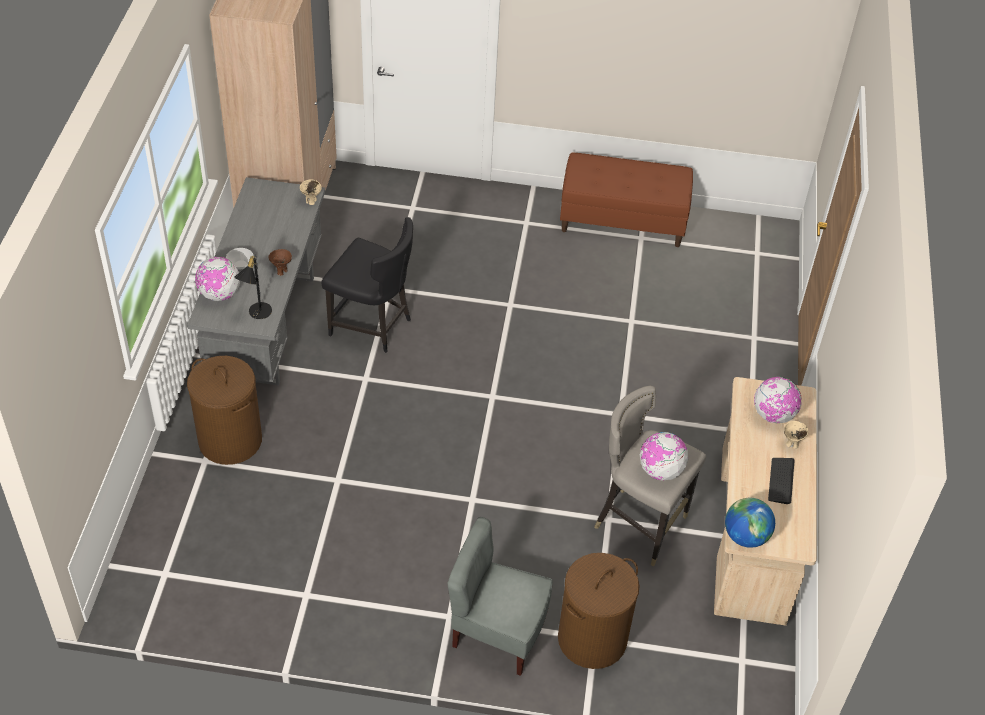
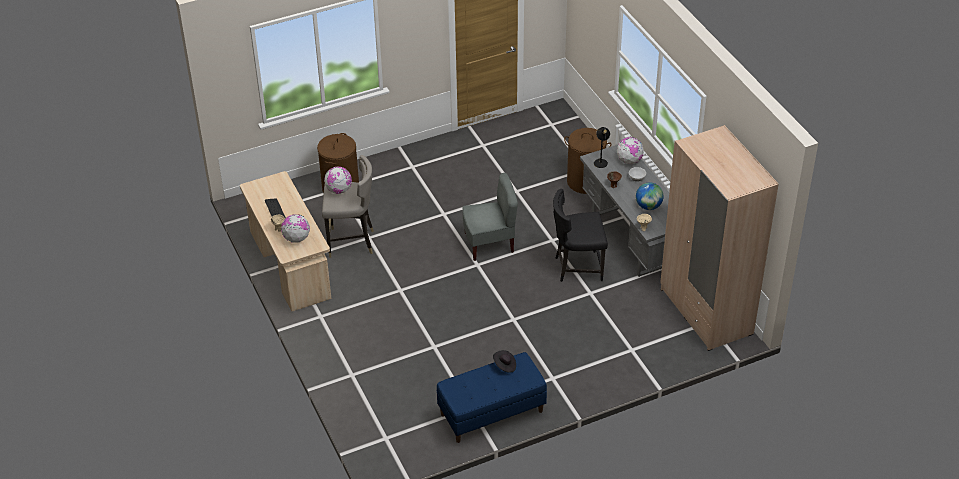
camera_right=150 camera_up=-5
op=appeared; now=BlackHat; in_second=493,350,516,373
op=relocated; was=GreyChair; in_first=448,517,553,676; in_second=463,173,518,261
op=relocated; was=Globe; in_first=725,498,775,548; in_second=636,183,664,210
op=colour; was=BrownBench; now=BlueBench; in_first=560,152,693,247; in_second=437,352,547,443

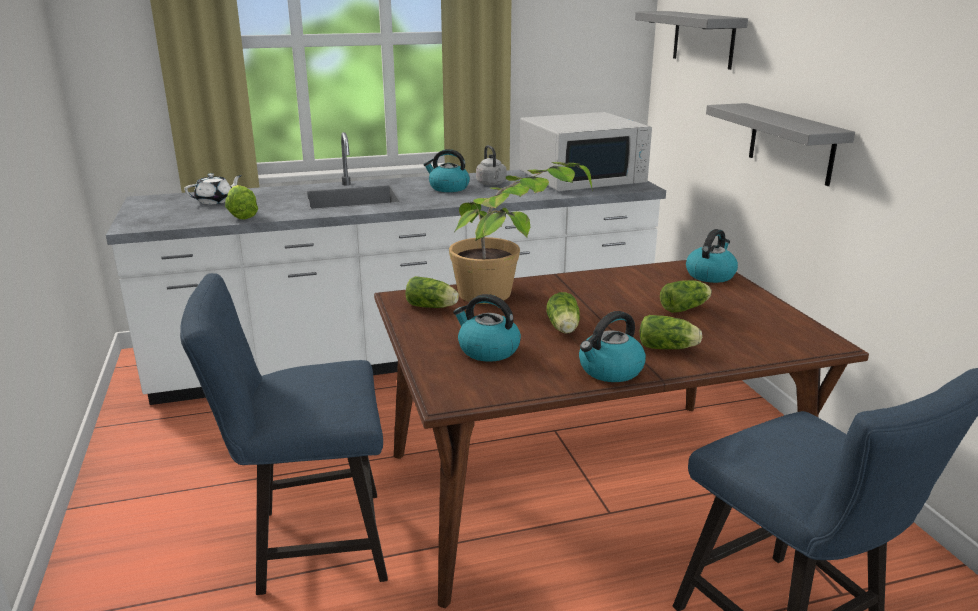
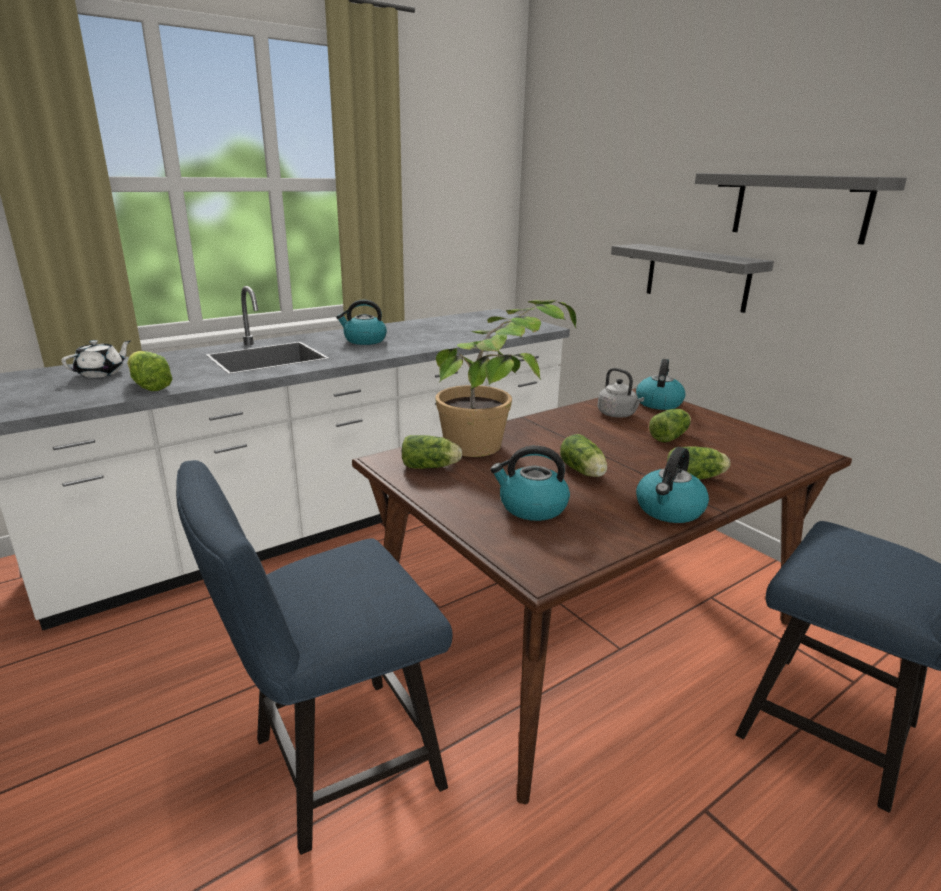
camera_right=-20 camera_up=0
op=missing; was=WhiteMicrowave; in_first=519,112,652,191
op=relocated; was=GreyKettle; in_first=476,145,507,186; in_second=597,368,644,418
op=relocated; was=GreyShelf; in_first=635,11,748,70; in_second=695,173,907,245

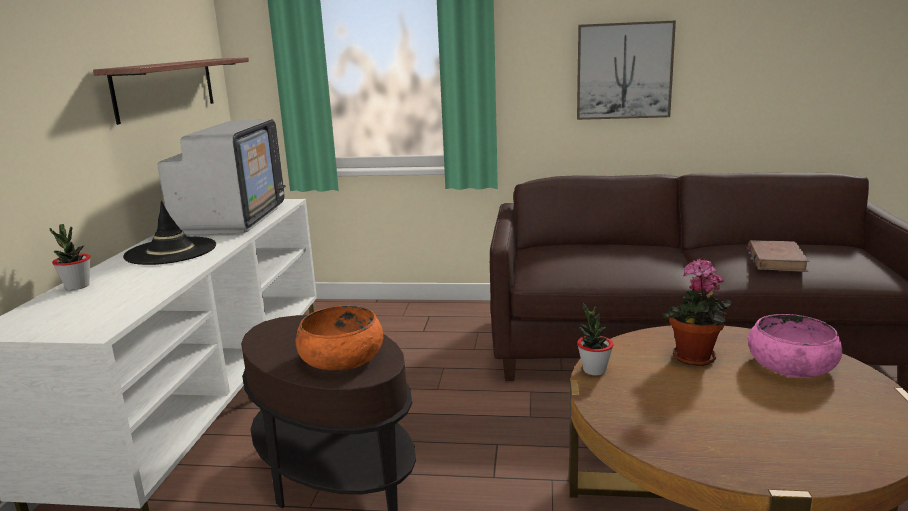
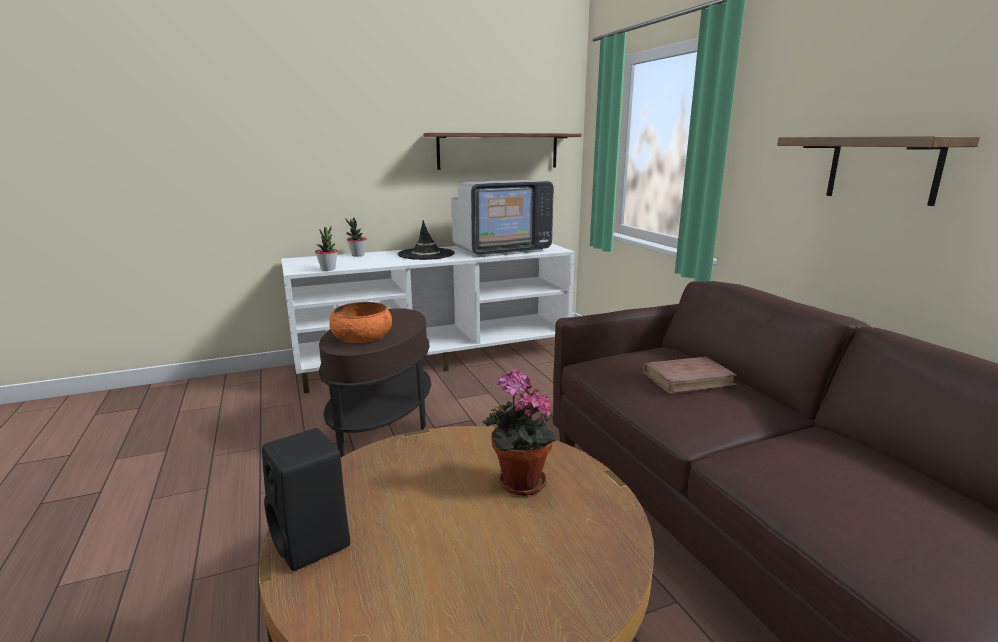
camera_right=60 camera_up=0
op=missing; was=PinkBowl; in_first=748,314,842,377
op=appeared; now=BlackSpeaker; in_second=262,428,350,571
op=relocated; was=PottedPlant; in_first=577,303,614,376; in_second=315,226,338,271
op=relocated; was=BrownBook; in_first=748,240,810,272; in_second=643,357,737,394
op=exchanged; was=Picture; now=Shelf; in_first=577,20,676,120; in_second=777,136,980,206

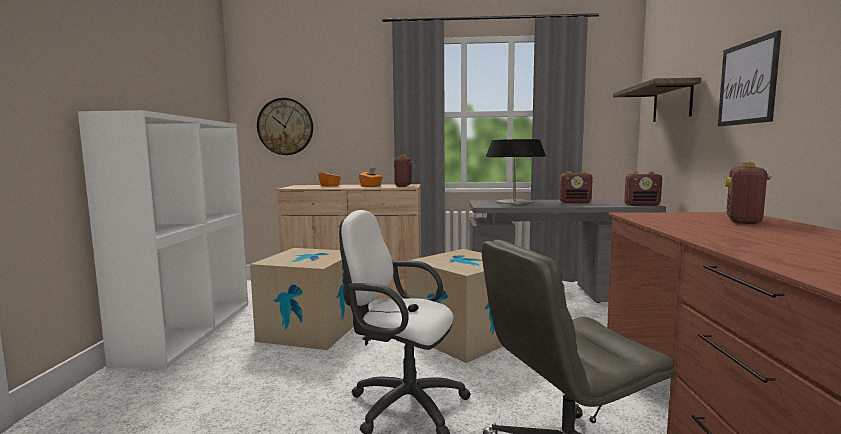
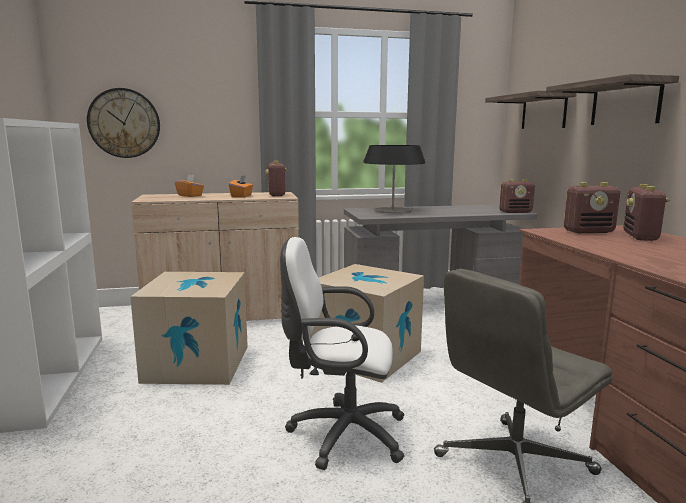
camera_right=-15 camera_up=5
op=relocated; was=Radio; in_first=559,171,593,203; in_second=564,182,620,233
op=exchanged; was=Picture; now=Shelf; in_first=718,30,781,127; in_second=546,74,679,125

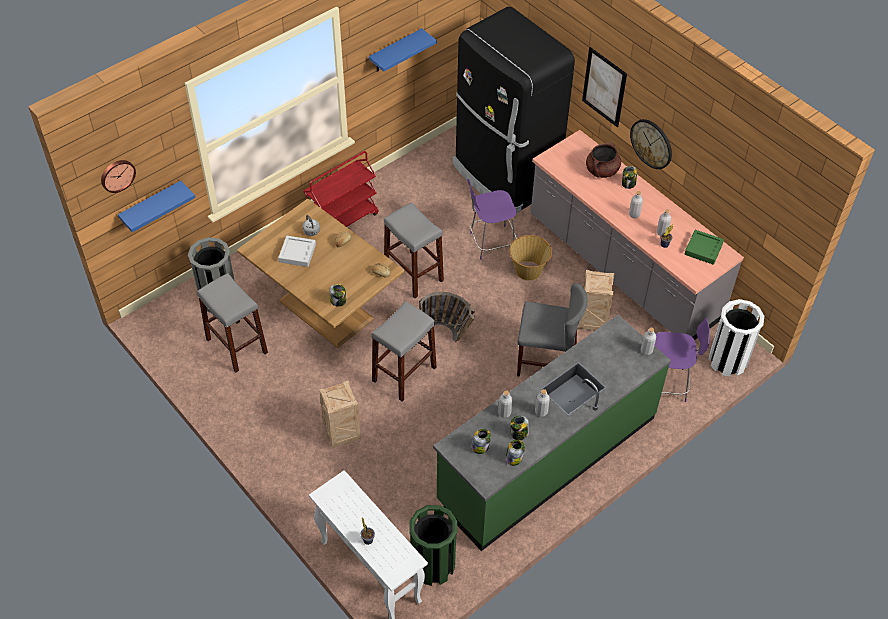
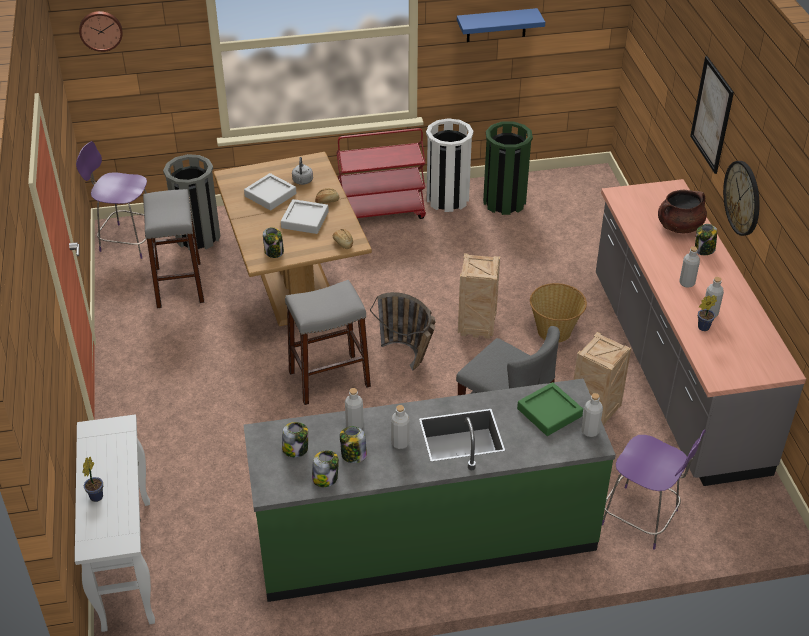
camera_right=30 camera_up=-10
op=missing; was=BlueShelf; in_first=118,181,195,232
op=missing; was=GreyStool; in_first=384,202,444,298
op=missing; was=BlackFridge; in_first=452,7,575,214
op=appeared; now=GreyTray; in_second=281,199,329,234
op=relocated; was=Crate; in_first=319,380,361,448; in_second=458,253,500,339
op=relocated; was=GreenTrashCan; in_first=409,505,457,586; in_second=483,122,533,215
op=relocated; was=PurpleChair; in_first=467,179,517,260; in_second=76,141,147,259
op=relocated; was=GreenTray; in_first=685,230,724,265; in_second=517,382,583,436
op=relocated; was=WhiteTrashCan; in_first=709,299,764,377; in_second=426,118,473,212

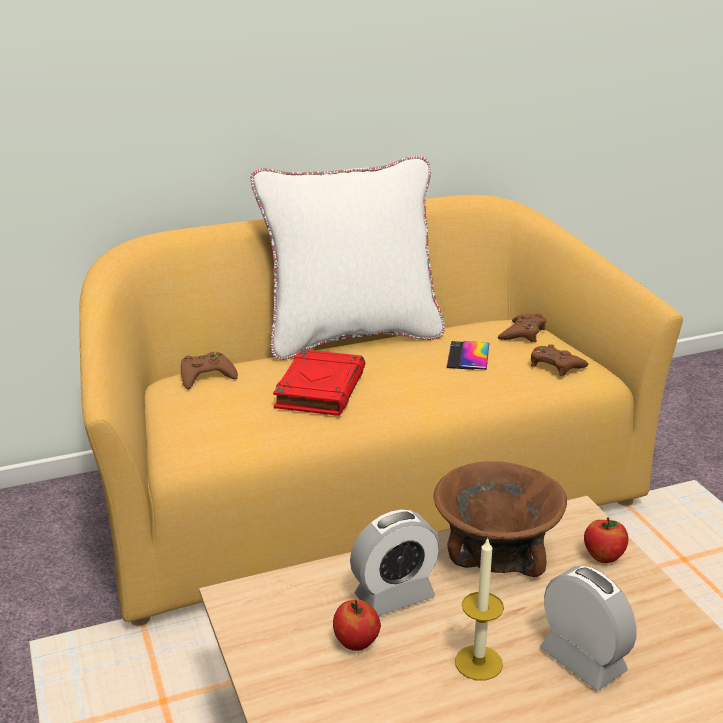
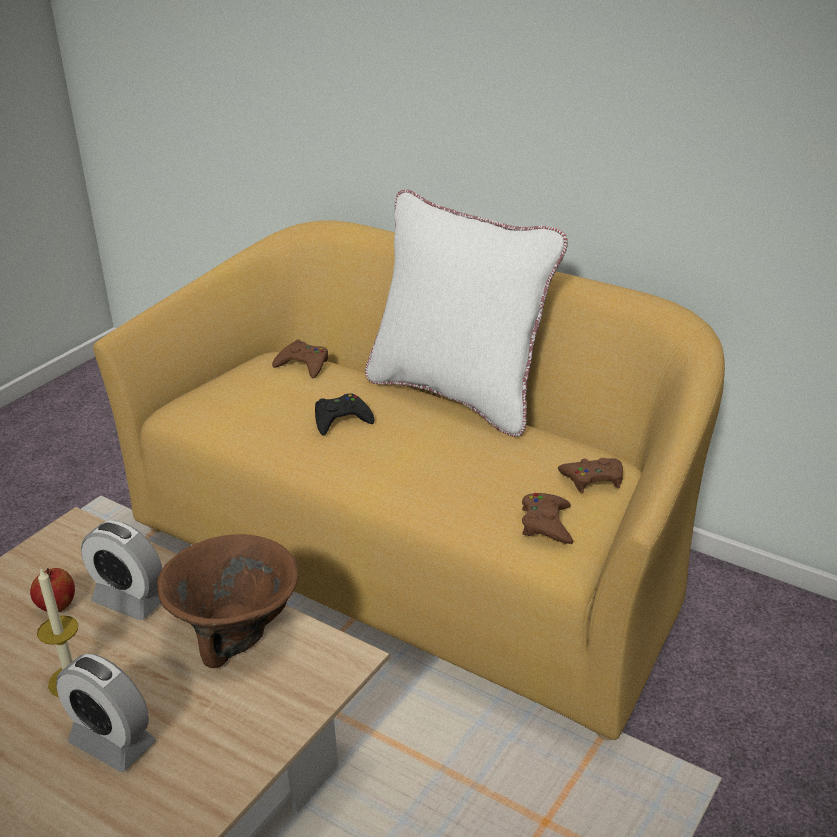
camera_right=55 camera_up=5
op=missing; was=Phone; in_first=447,341,489,370
op=missing; was=Apple; in_first=584,517,628,563
op=exchanged; was=RedBook; now=BlackGameController; in_first=273,349,365,416; in_second=315,393,374,436
op=spun; was=AlarmClock; in_first=540,566,637,690; in_second=56,654,156,772; clockwise=105

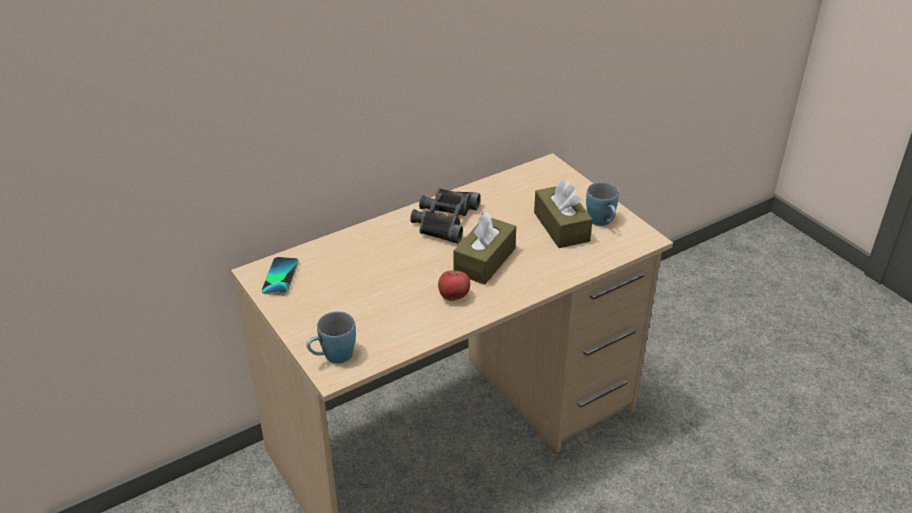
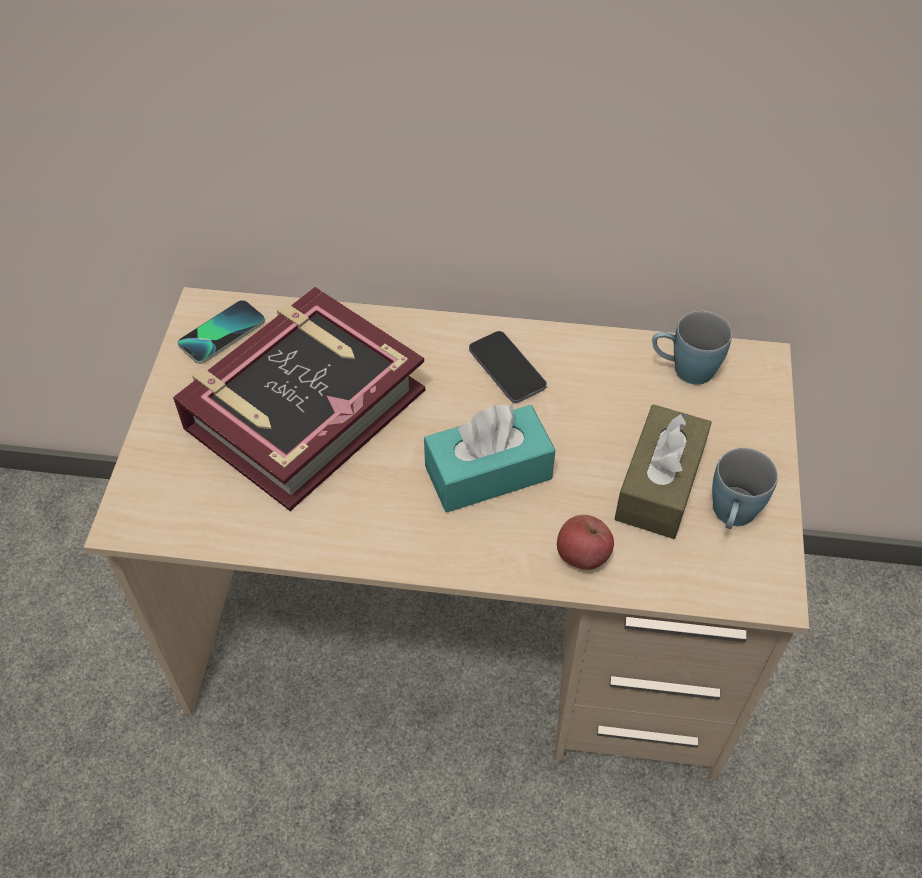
camera_right=40 camera_up=15
op=appeared; now=Book; in_second=173,287,425,511
op=relocated; was=BlueMug; in_first=306,311,356,363; in_second=652,311,732,385
op=relocated; was=Apple; in_first=438,270,470,301; in_second=557,515,614,570
op=exchanged; was=BlackBinoculars; now=Phone; in_first=410,188,481,244; in_second=469,331,547,403
op=colour; was=BrownTissueBox; now=TurquoiseTissueBox; in_first=453,212,516,285; in_second=424,403,555,512

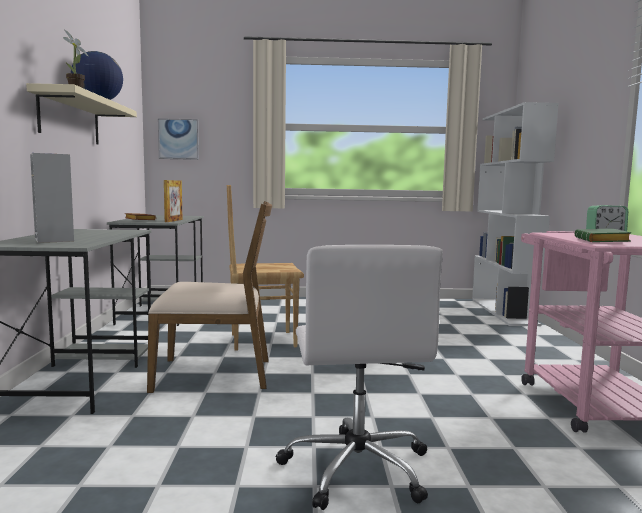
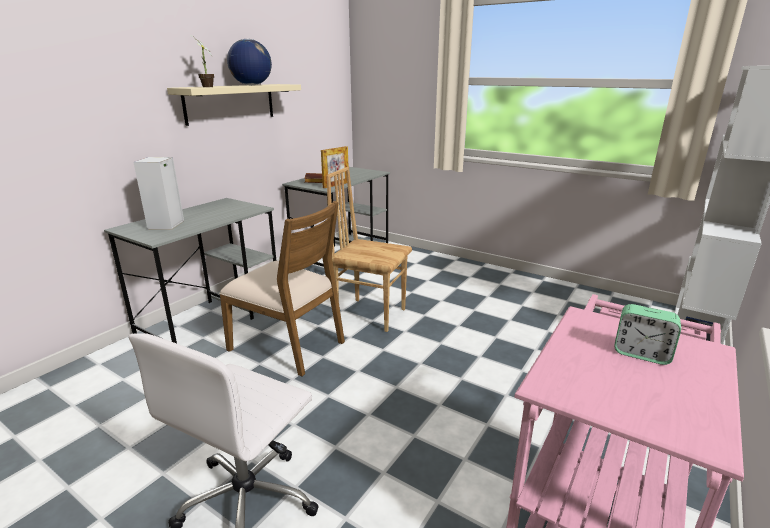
camera_right=35 camera_up=15
op=missing; was=Picture; in_first=158,118,199,160
op=missing; was=GreenBook; in_first=575,229,631,242

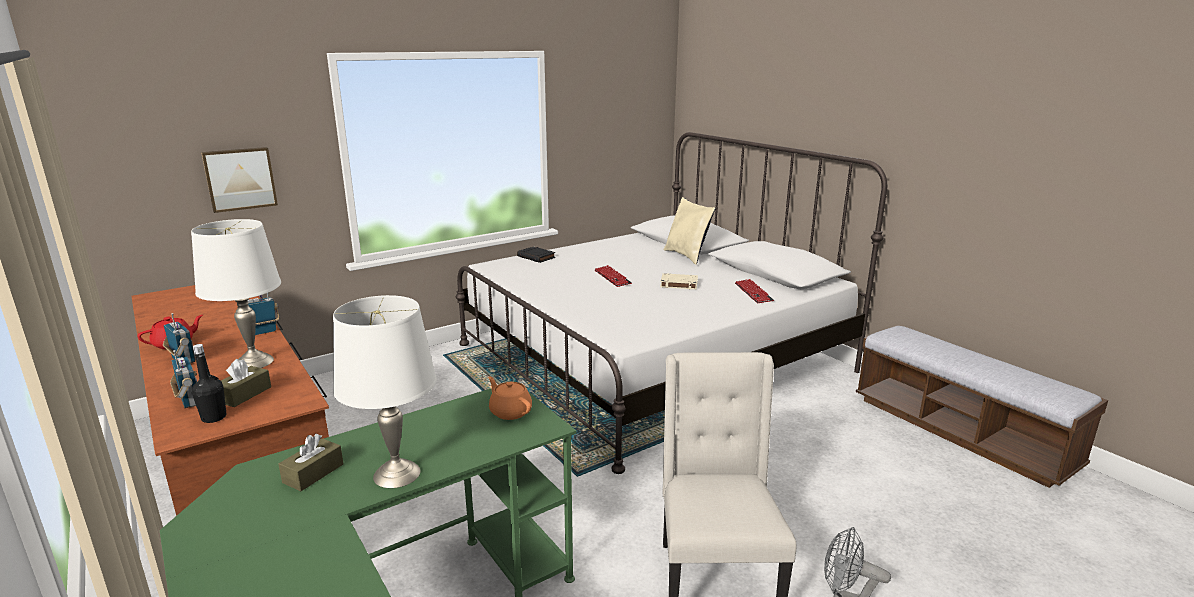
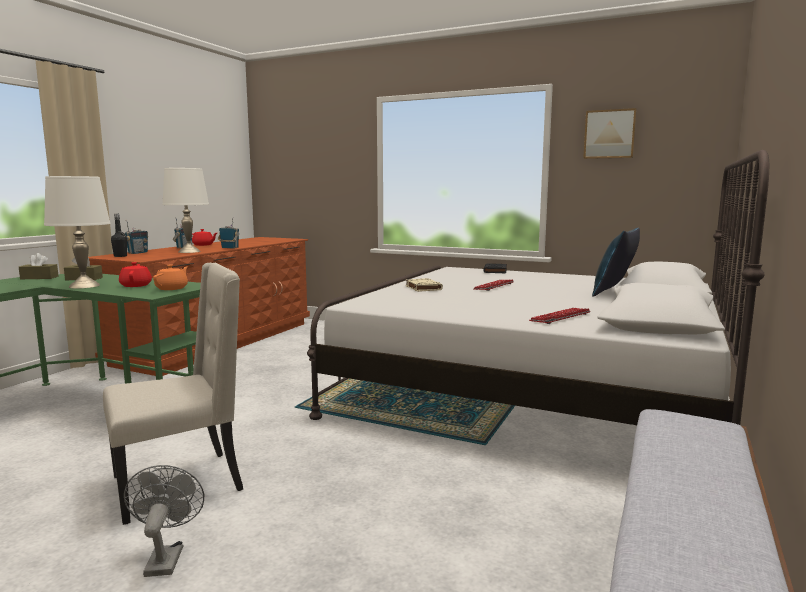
camera_right=60 camera_up=-10
op=appeared; now=RedTeapot; in_second=119,262,152,287
op=relocated; was=Picture; in_first=201,147,278,213; in_second=583,108,637,159
op=relocated; was=BrownTissueBox; in_first=221,359,271,407; in_second=19,253,58,279
op=relocated; was=BeigeBook; in_first=660,273,698,289; in_second=405,278,443,292
op=colour; was=BeigePillow; now=BluePillow; in_first=663,197,716,265; in_second=592,228,640,297

